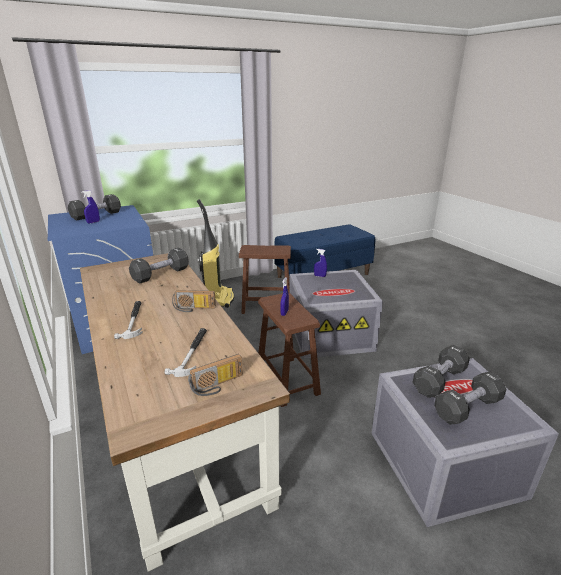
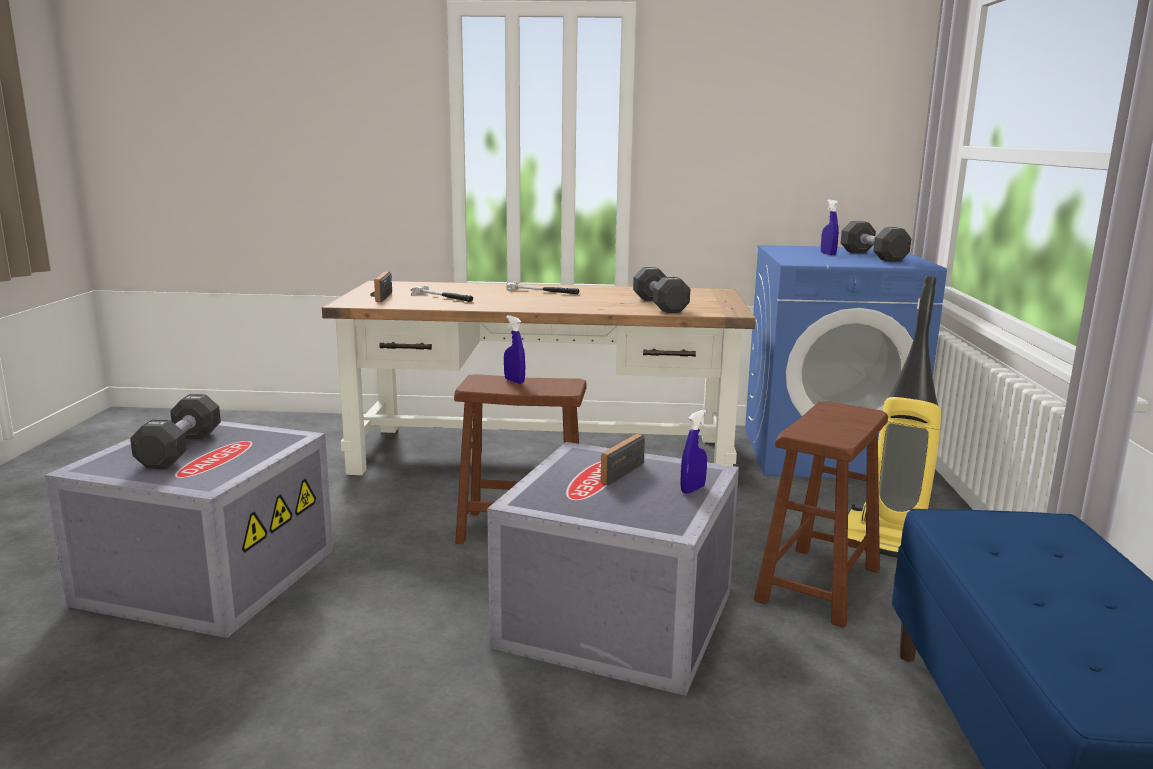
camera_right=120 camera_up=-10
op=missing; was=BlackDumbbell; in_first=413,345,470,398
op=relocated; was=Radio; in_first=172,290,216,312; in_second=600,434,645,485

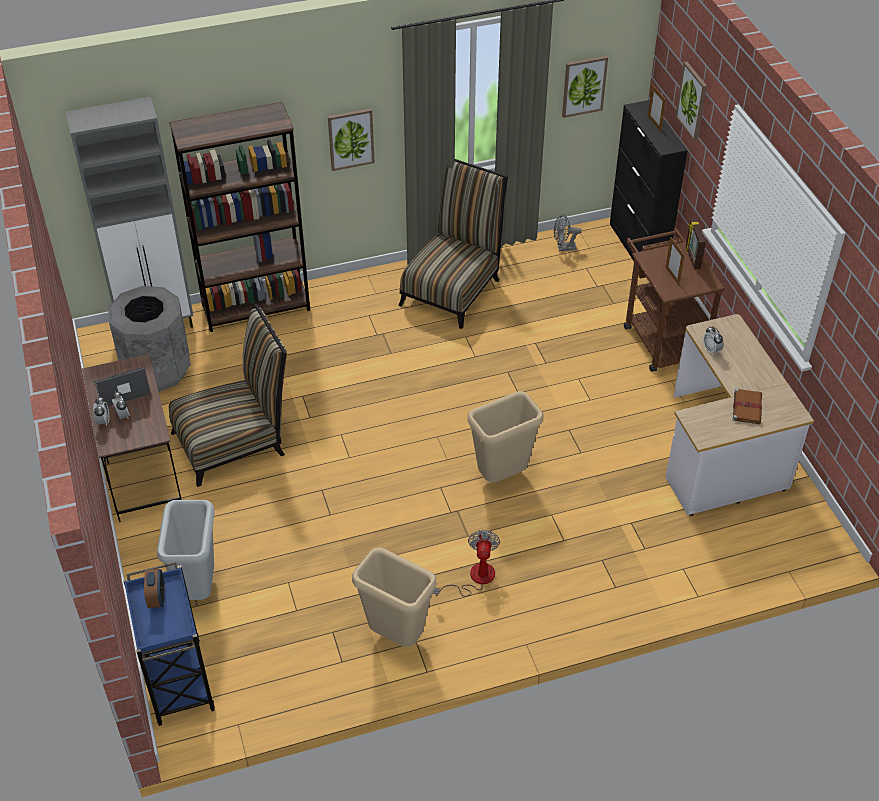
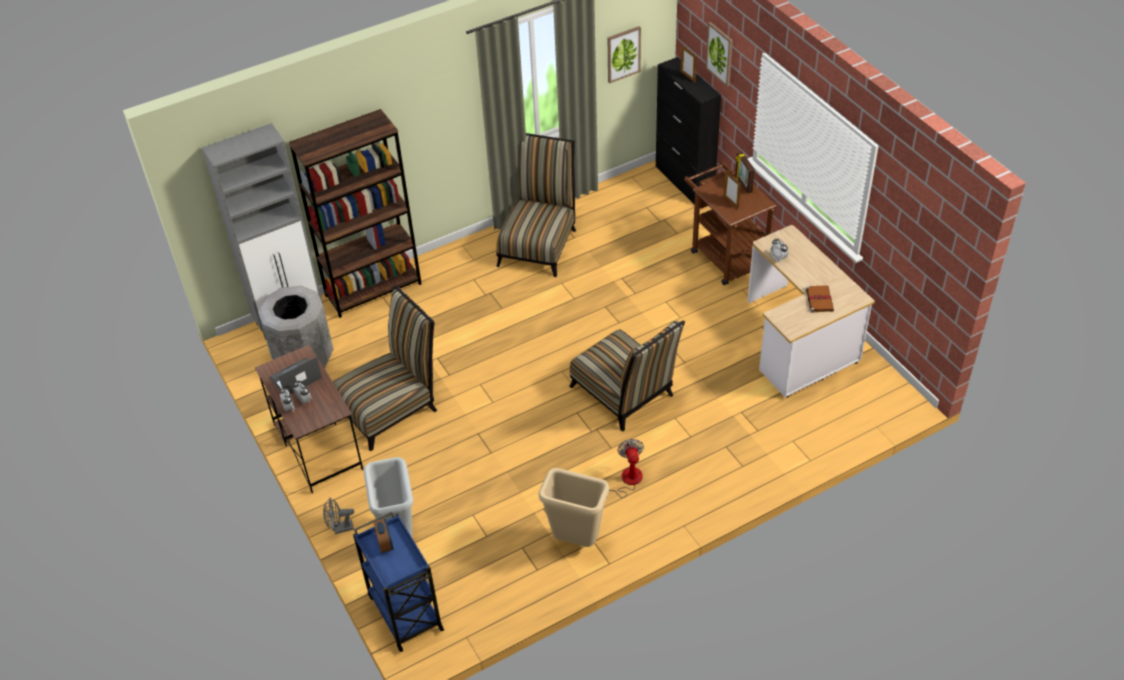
camera_right=-10 camera_up=0
op=missing; was=Picture; in_first=328,109,375,171
op=relocated; was=GreyFan; in_first=554,214,582,251; in_second=323,498,354,534
op=exchanged; was=BeigeTrashCan; now=Chair; in_first=467,391,544,483; in_second=569,320,685,432

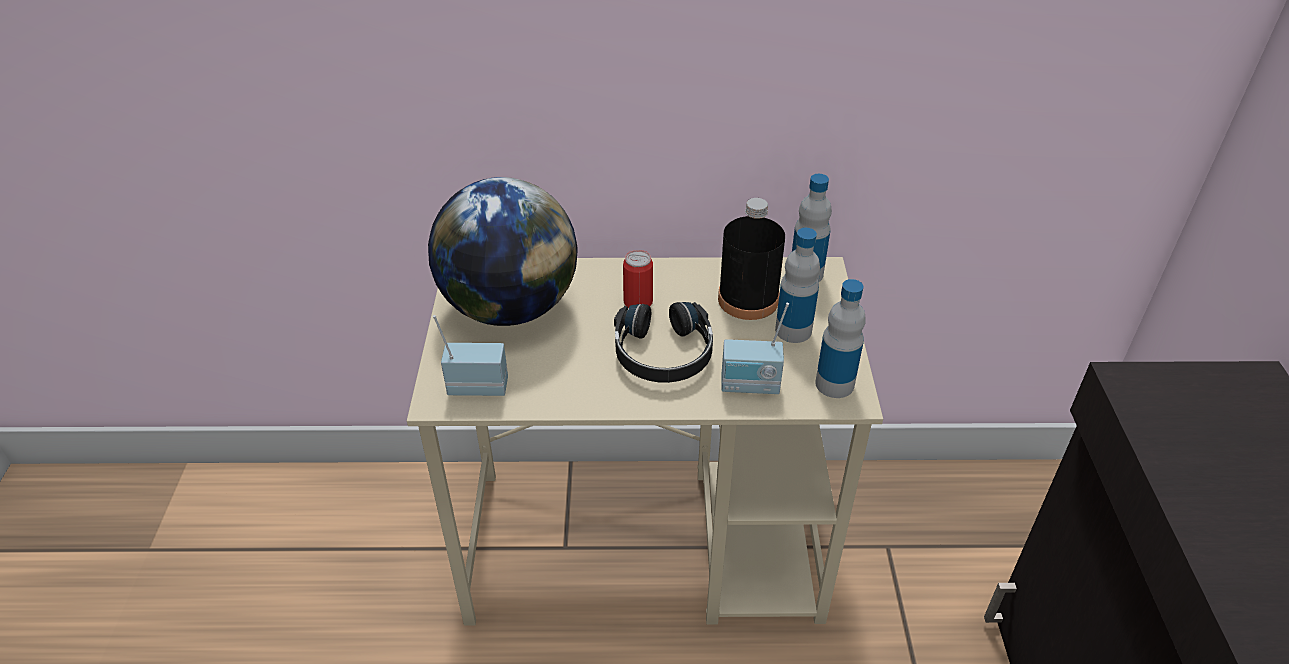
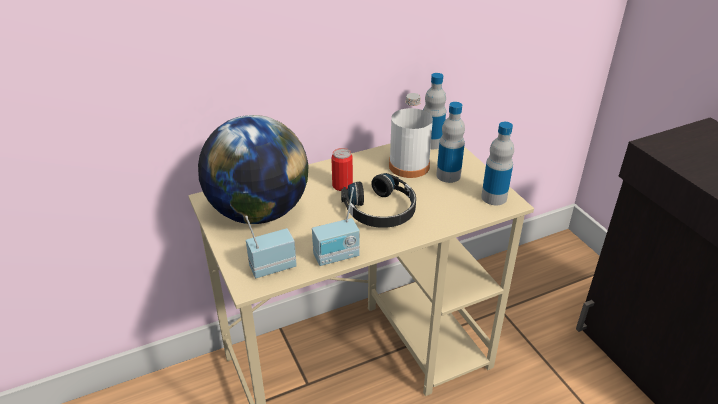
camera_right=-25 camera_up=-5
op=relocated; was=Radio; in_first=721,303,789,394; in_second=312,187,360,266
op=colour; was=BlackBottle; now=WhiteBottle; in_first=718,198,785,320; in_second=389,93,433,178

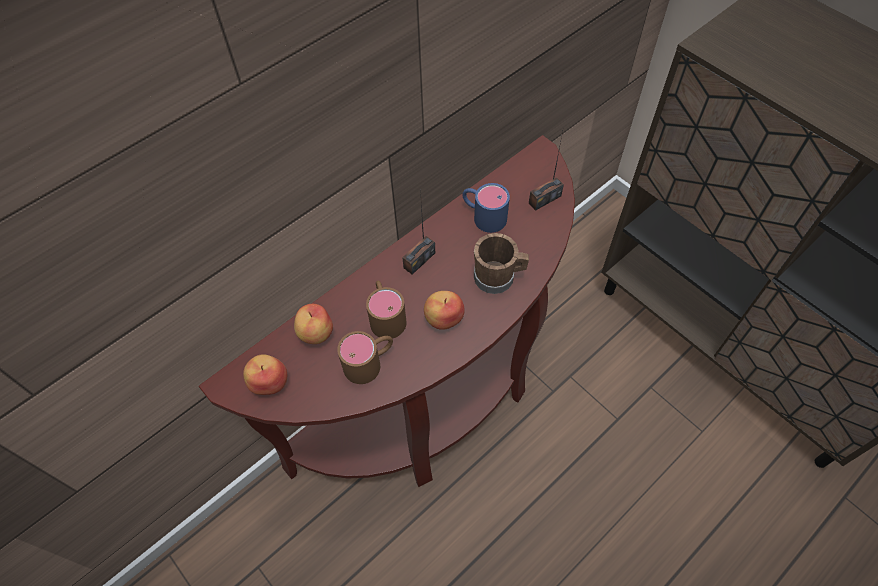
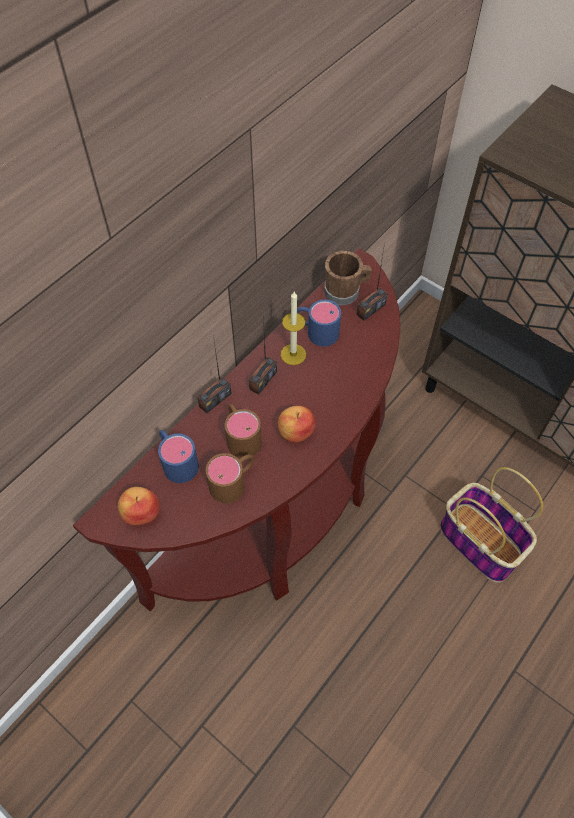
camera_right=-10 camera_up=0
op=appeared; now=Radio; in_second=197,335,232,414
op=appeared; now=Candle; in_second=281,292,306,365
op=appeared; now=Basket; in_second=440,467,543,583
op=relocated; was=BrownMug; in_first=474,233,529,294; in_second=324,251,372,305
op=exchanged; was=Apple; now=BlueMug; in_first=294,304,333,344; in_second=158,430,199,483

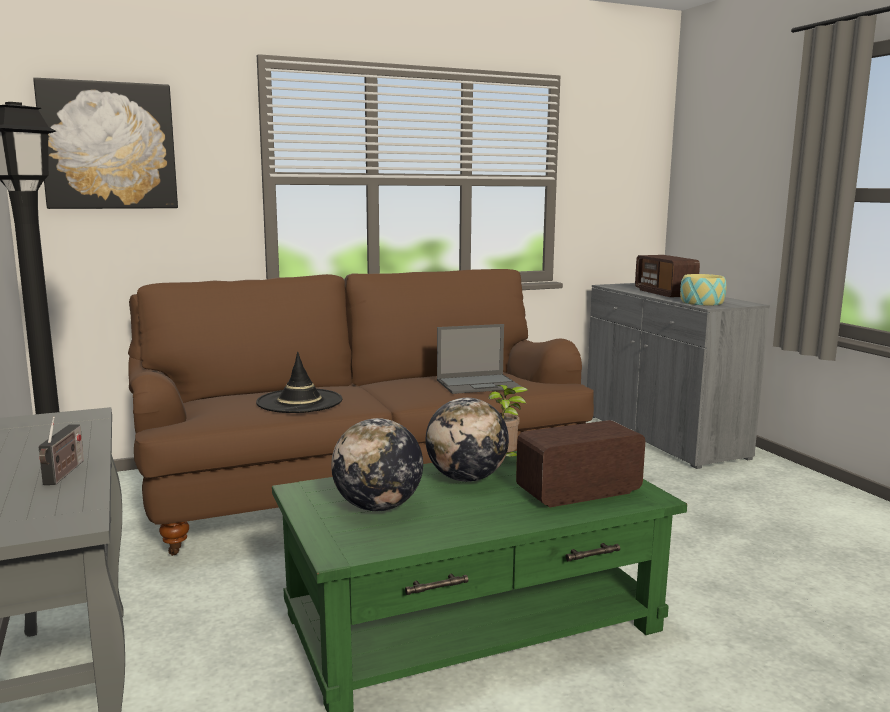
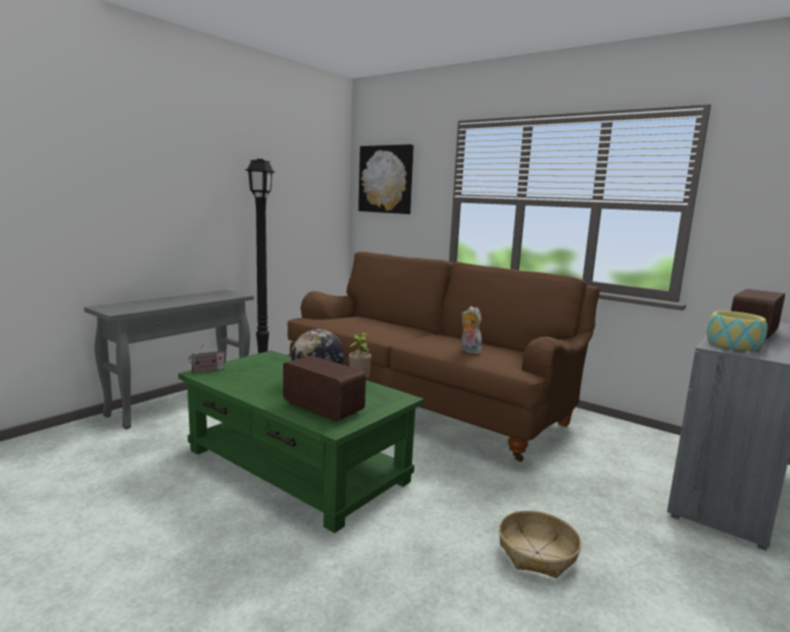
camera_right=60 camera_up=0
op=missing; was=BlackHat; in_first=256,352,343,413
op=missing; was=Globe; in_first=331,418,423,511
op=appeared; now=Basket; in_second=499,510,582,578
op=relocated; was=Radio; in_first=38,416,84,485; in_second=188,344,225,373
op=exchanged; was=Laptop; now=PlushToy; in_first=437,324,522,394; in_second=461,306,483,354

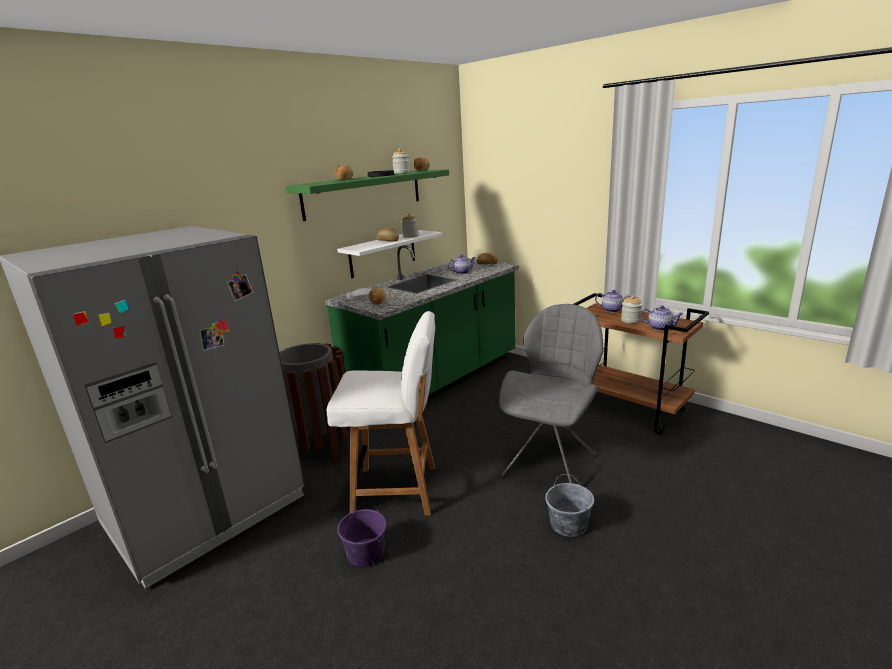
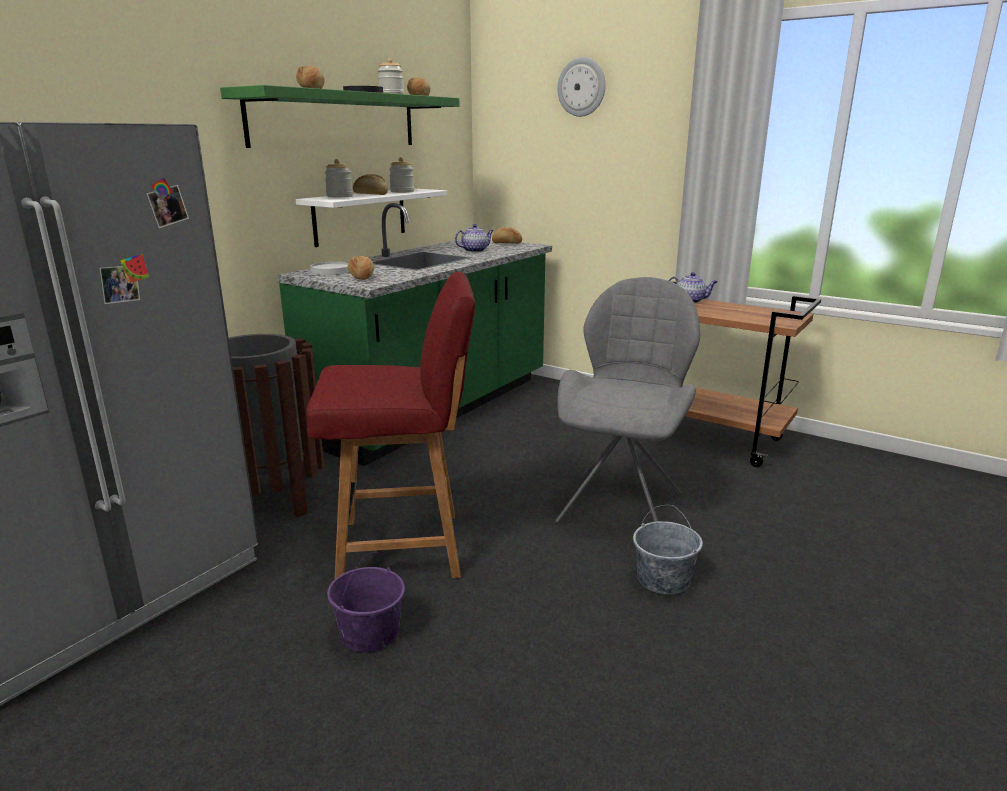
camera_right=-10 camera_up=0
op=missing; was=Teapot; in_first=640,306,684,331
op=appeared; now=WallClock; in_second=557,57,606,117
op=relocated; was=Jar; in_first=621,295,643,323; in_second=324,159,353,198
op=colour; was=WhiteChair; now=RedChair; in_first=327,311,435,515; in_second=306,272,475,579

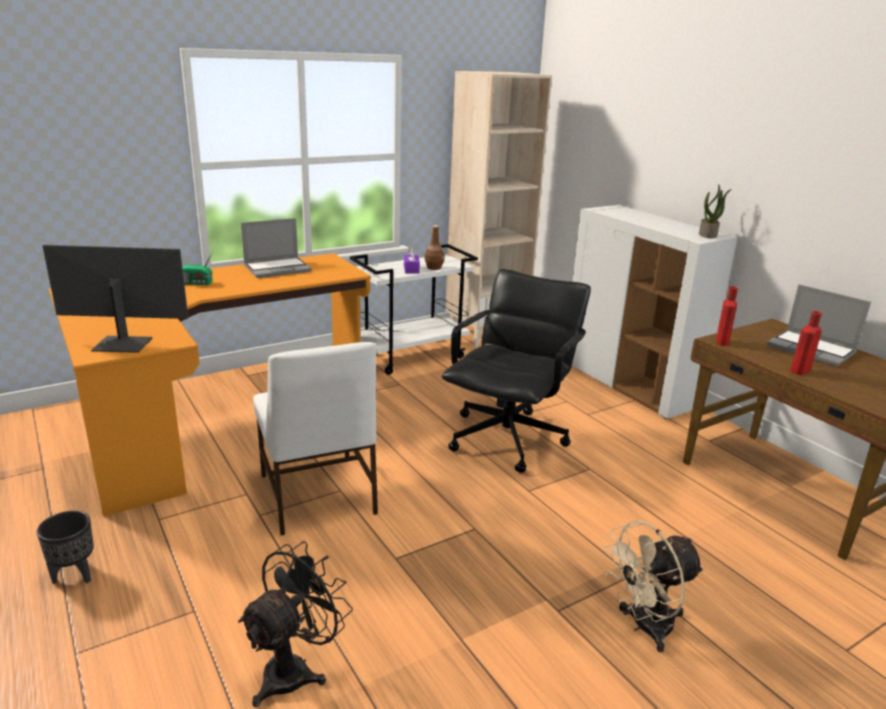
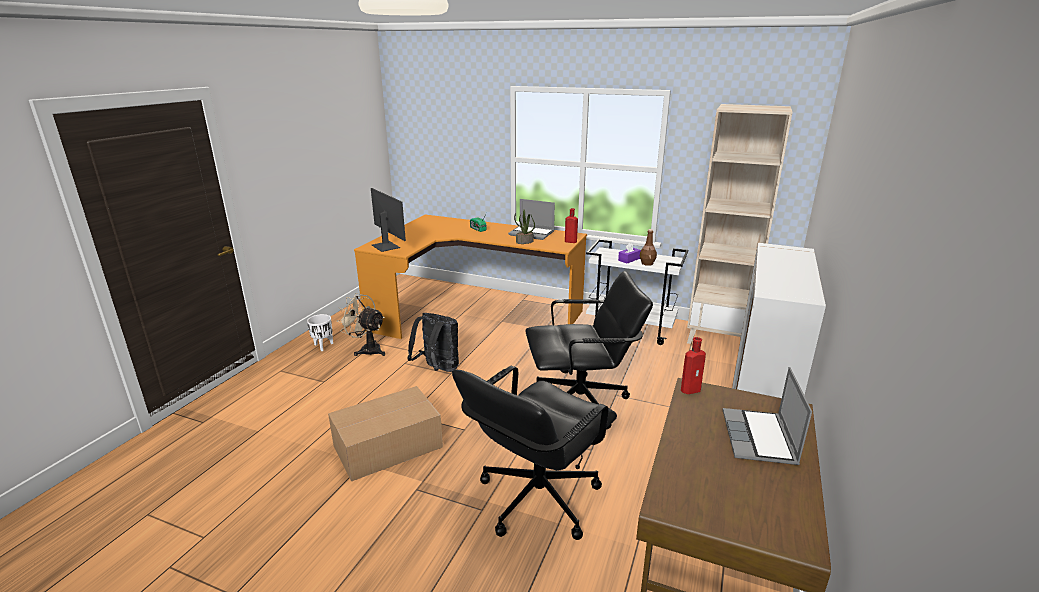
camera_right=55 camera_up=0
op=missing; was=BlackFan; in_first=238,541,353,707
op=appeared; now=CardboardBox; in_second=328,386,443,481
op=appeared; now=BlackOfficeChair; in_second=452,366,617,540
op=relocated; was=BeigeFan; in_first=602,520,704,653; in_second=337,293,385,356
op=relocated; was=PottedPlant; in_first=699,184,732,238; in_second=514,209,535,244
op=relocated; was=RedBottle; in_first=790,311,822,375; in_second=565,208,578,243
op=exchanged; was=WhiteChair; now=BlackBackpack; in_first=253,342,378,535; in_second=408,313,459,372
op=colour; was=BlackPlanter; now=WhitePlanter; in_first=37,511,94,584; in_second=307,314,333,351

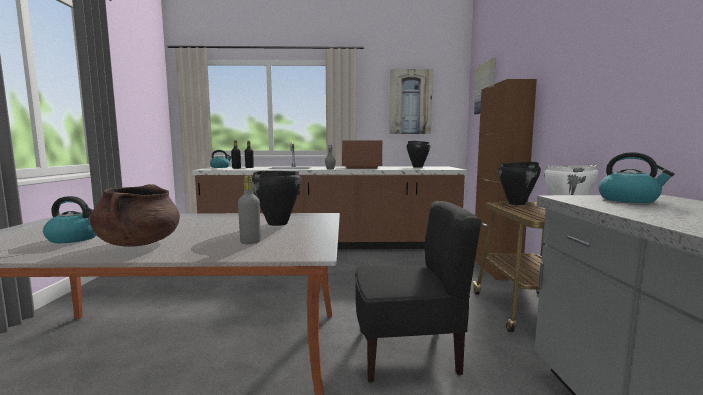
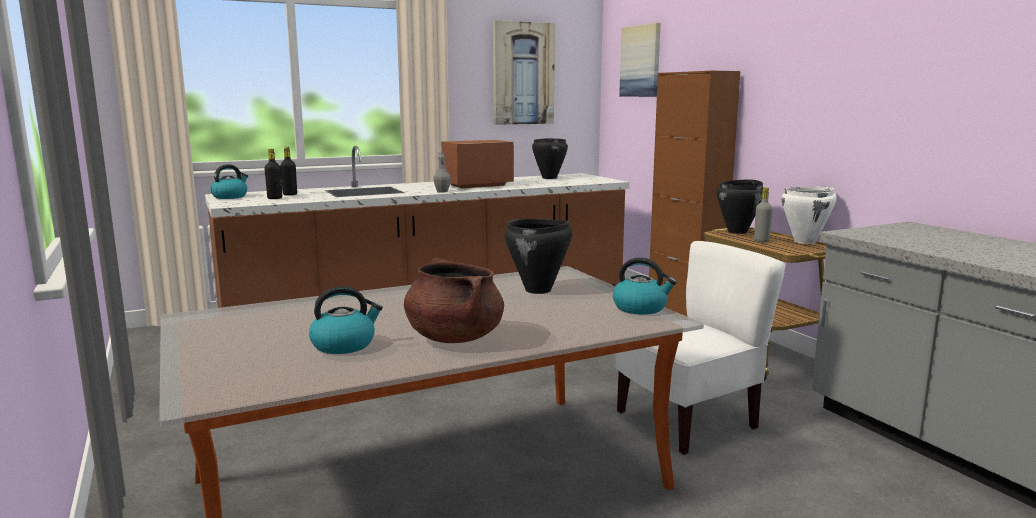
camera_right=-25 camera_up=5
op=relocated; was=GreyBottle; in_first=238,176,260,244; in_second=754,187,773,242
op=relocated; was=Kettle; in_first=599,152,674,203; in_second=613,257,677,314
op=colour; was=BlackChair; now=WhiteChair; in_first=355,201,481,383; in_second=616,241,786,455

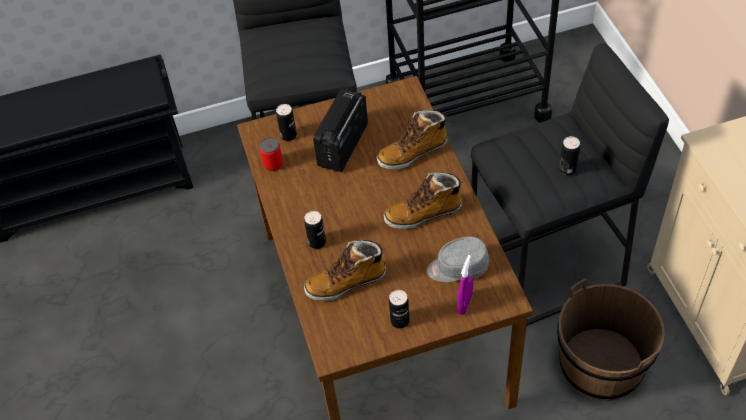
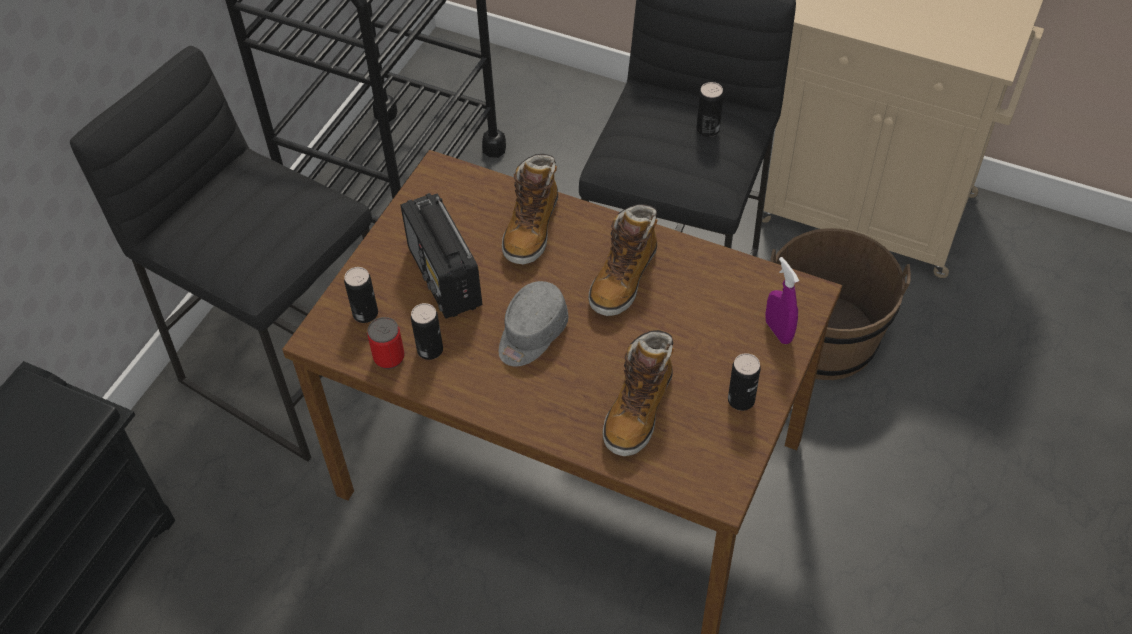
camera_right=-50 camera_up=0
op=relocated; was=Can; in_first=304,211,326,249; in_second=411,303,443,360
op=relocated; was=GreyCap; in_first=427,237,489,282; in_second=499,281,568,367

